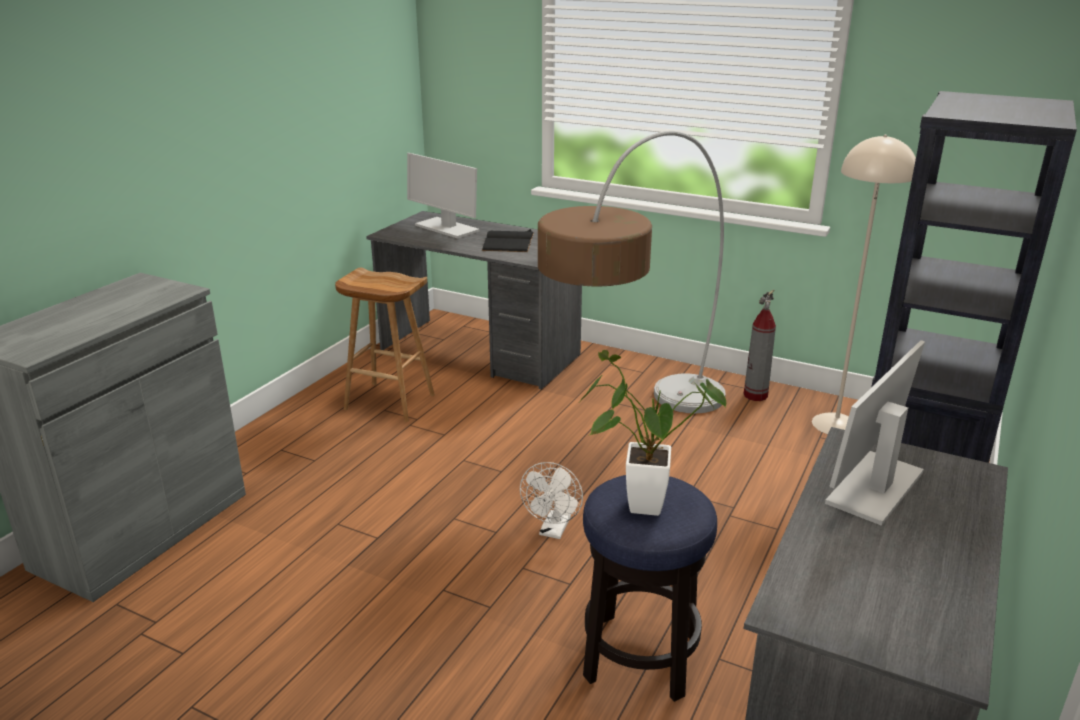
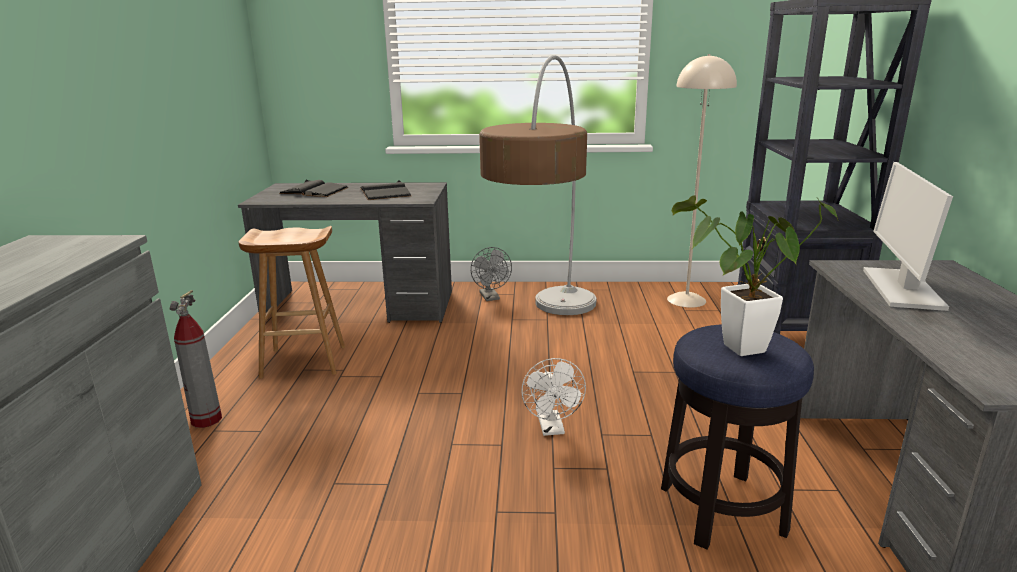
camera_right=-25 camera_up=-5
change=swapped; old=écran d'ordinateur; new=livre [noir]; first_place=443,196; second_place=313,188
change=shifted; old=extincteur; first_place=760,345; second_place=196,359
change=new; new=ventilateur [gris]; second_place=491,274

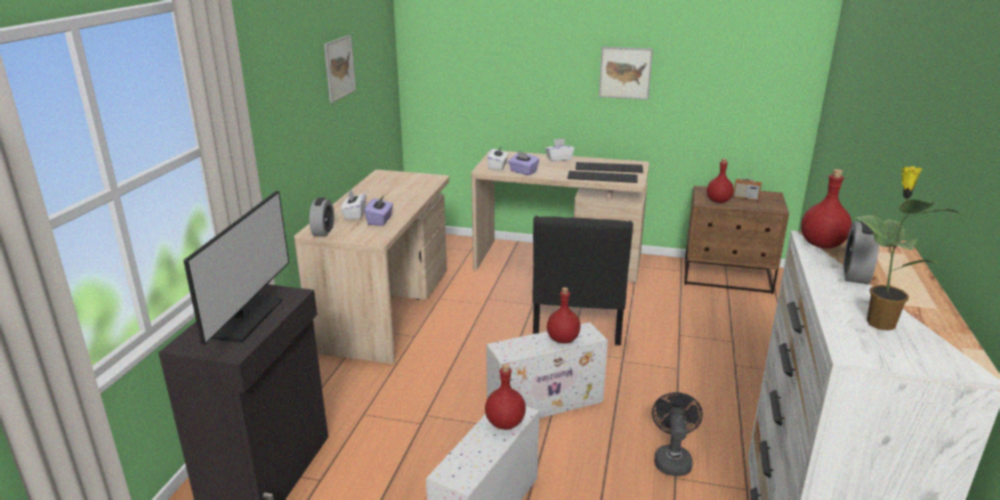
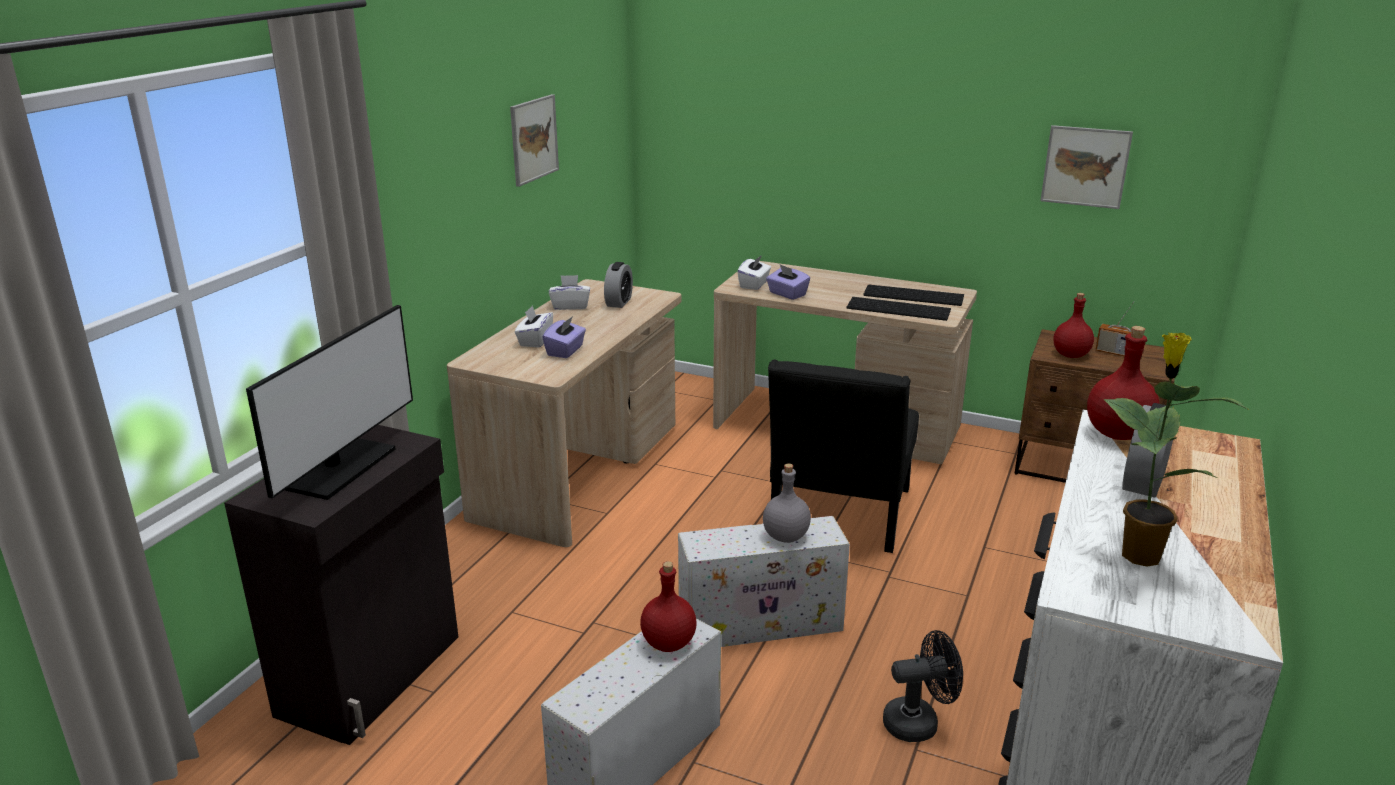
camera_right=10 camera_up=0
change=shifted; old=tableau; first_place=626,73; second_place=1086,167
change=shifted; old=boîte à mouchoirs [blanc]; first_place=560,150; second_place=569,292
change=shifted; old=réveil; first_place=321,216; second_place=618,285
change=repainted; old=bouteille [rouge]; new=bouteille [gris]; first_place=564,315; second_place=787,503
change=rotated; old=ventilateur [noir]; first_place=677,434; second_place=923,686; degrees=60

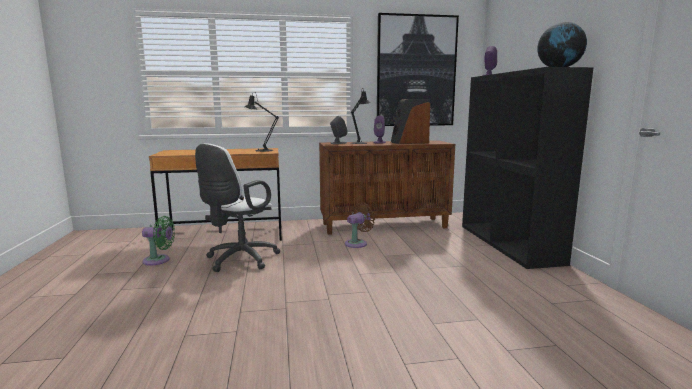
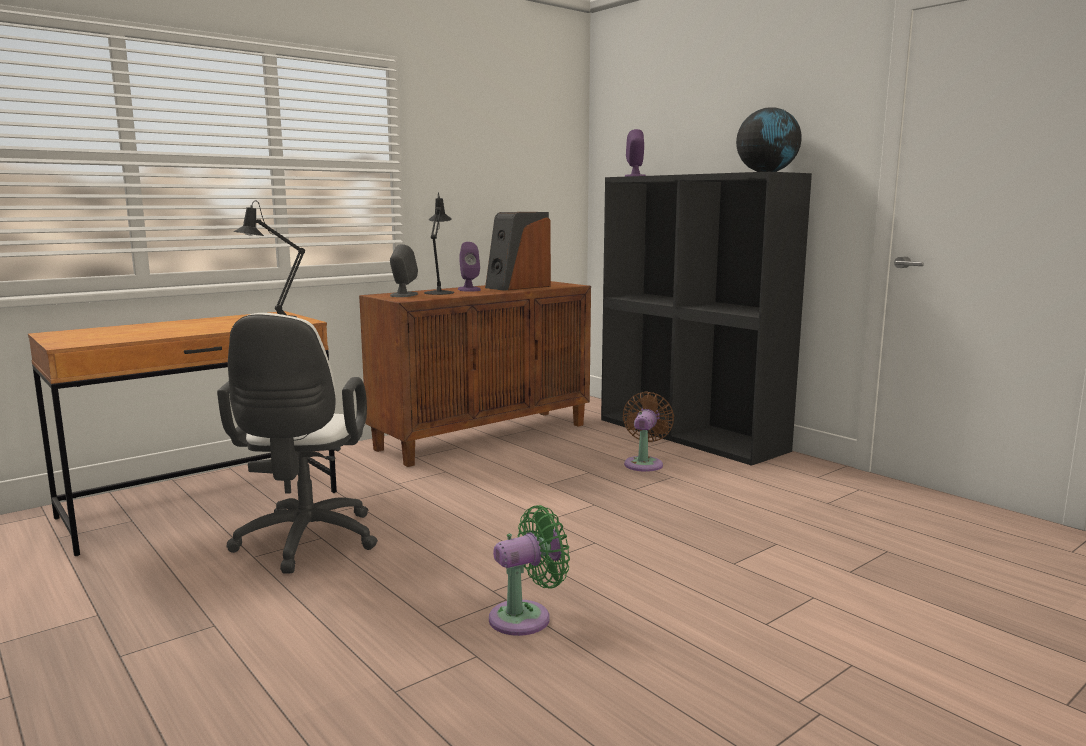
camera_right=-30 camera_up=0
change=gone; old=tableau; first_place=418,69
change=shifted; old=ventilateur [marron]; first_place=360,225; second_place=648,432
change=shifted; old=ventilateur [vert]; first_place=158,241; second_place=529,570

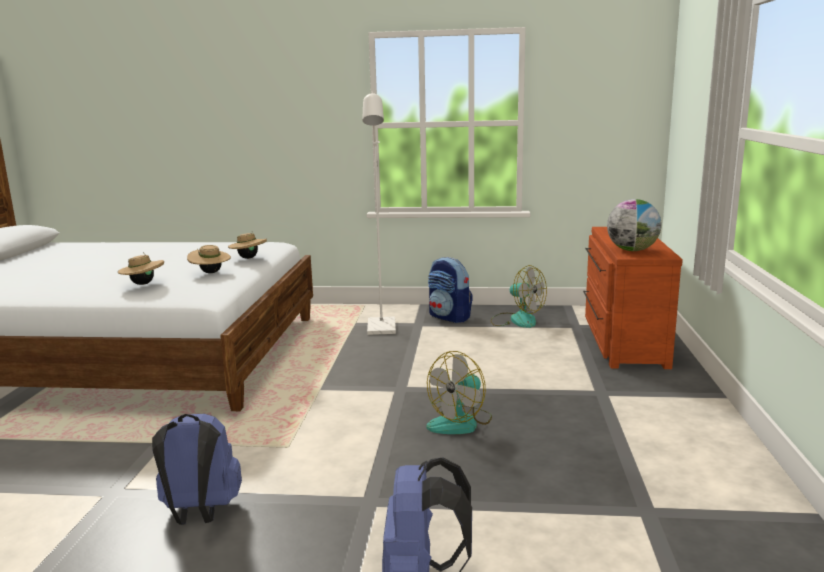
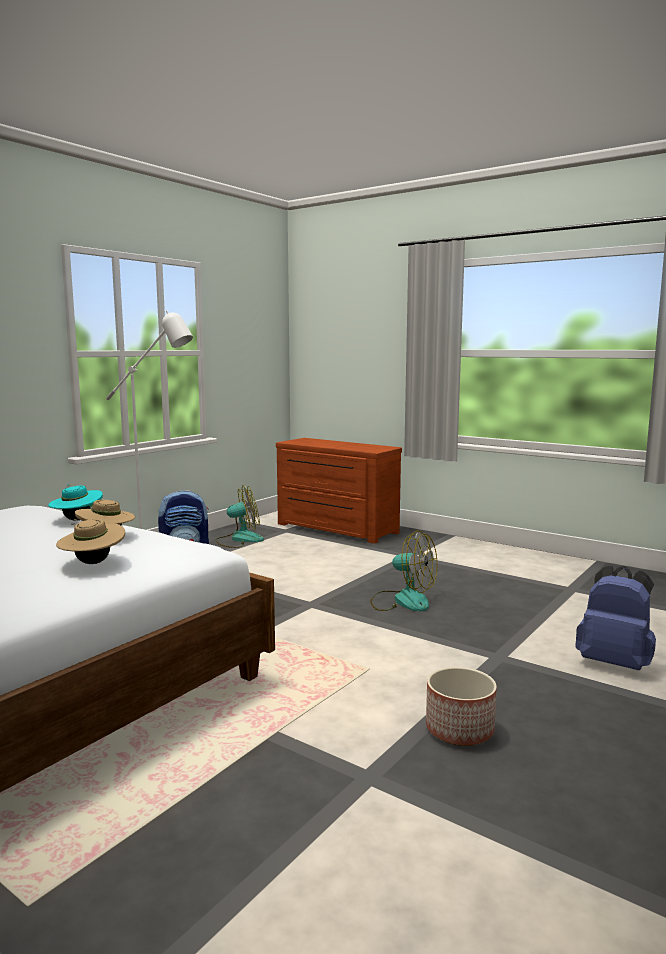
camera_right=-60 camera_up=-5
change=gone; old=globe; first_place=634,225
change=repainted; old=chapeau [beige]; new=chapeau [turquoise]; first_place=247,246; second_place=75,502
change=rotated; old=ventilateur; first_place=459,392; second_place=403,571; degrees=-45
change=swapped; old=sac à dos [bleu]; new=cache-pot; first_place=197,469; second_place=461,706

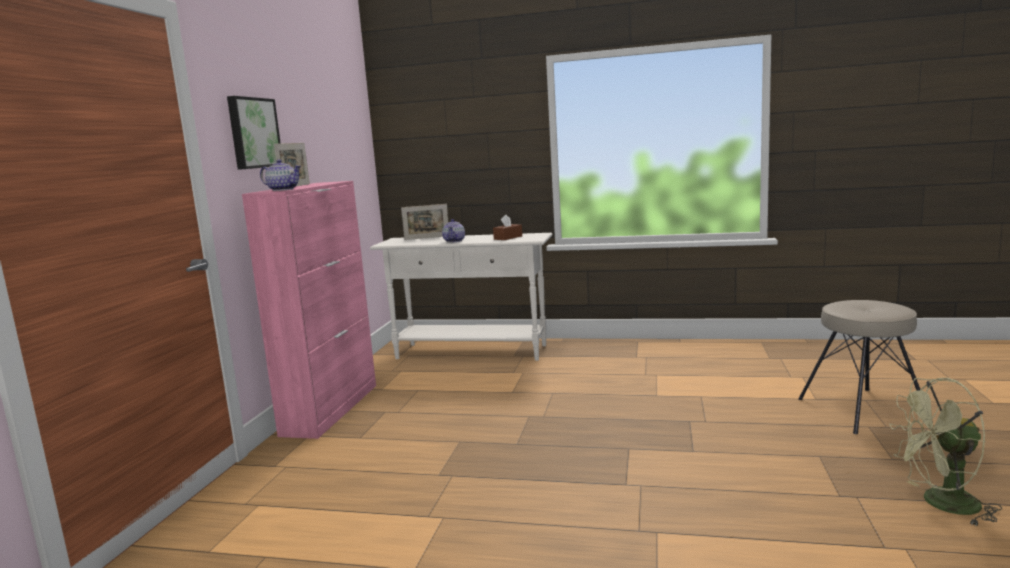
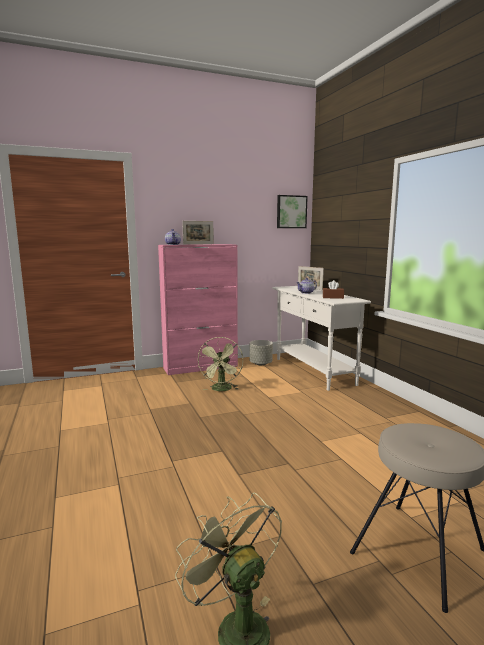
camera_right=55 camera_up=0
change=shifted; old=tableau; first_place=254,133; second_place=292,211
change=new; new=ventilateur [vert]; second_place=220,364
change=new; new=cache-pot [gris]; second_place=261,352

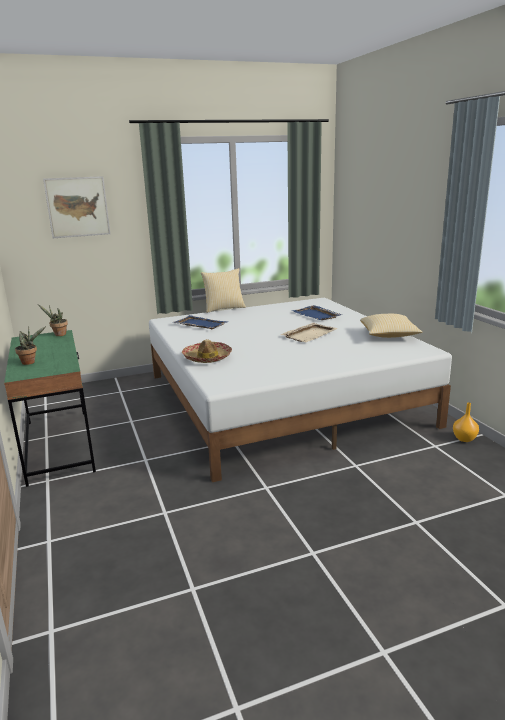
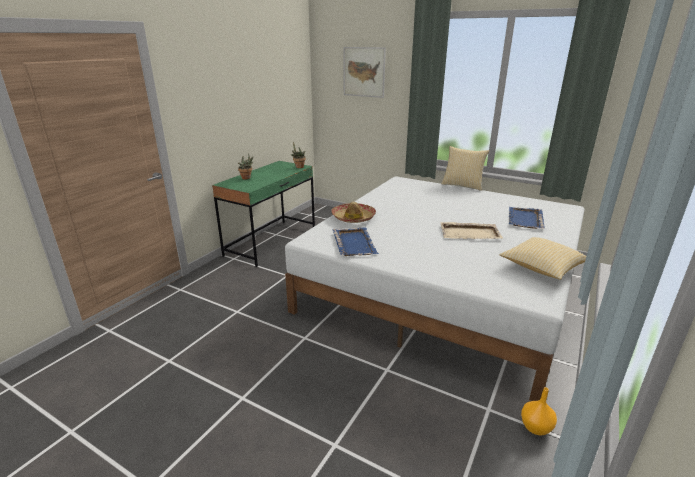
camera_right=50 camera_up=5
change=shifted; old=plateau [bleu]; first_place=201,322; second_place=355,241

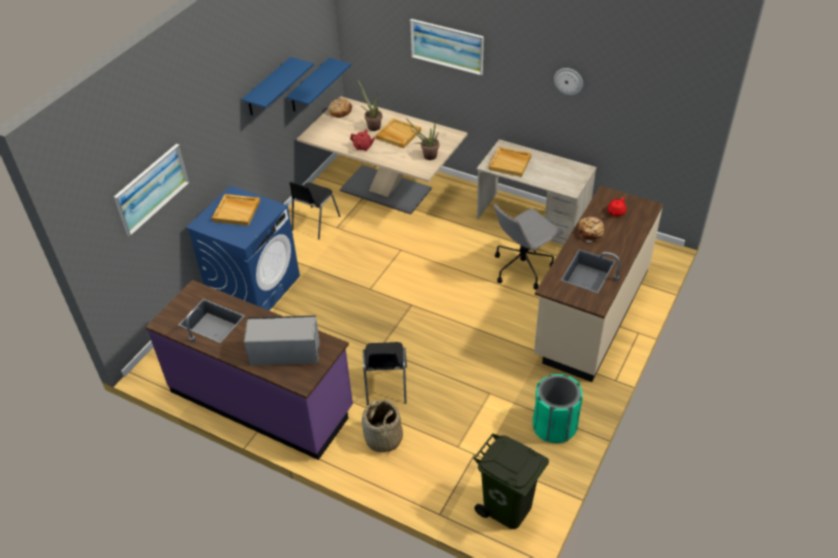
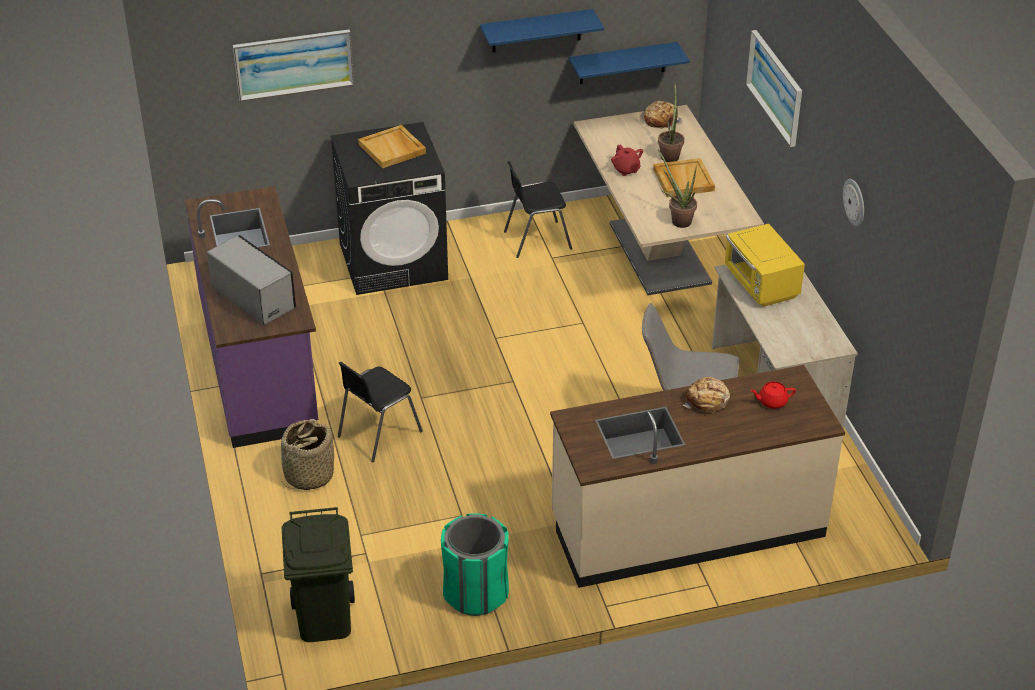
camera_right=45 camera_up=-5
change=swapped; old=plateau [beige]; new=micro-ondes [jaune]; first_place=510,162; second_place=764,265
change=repainted; old=lave-linge [bleu]; new=lave-linge [noir]; first_place=243,248; second_place=389,208

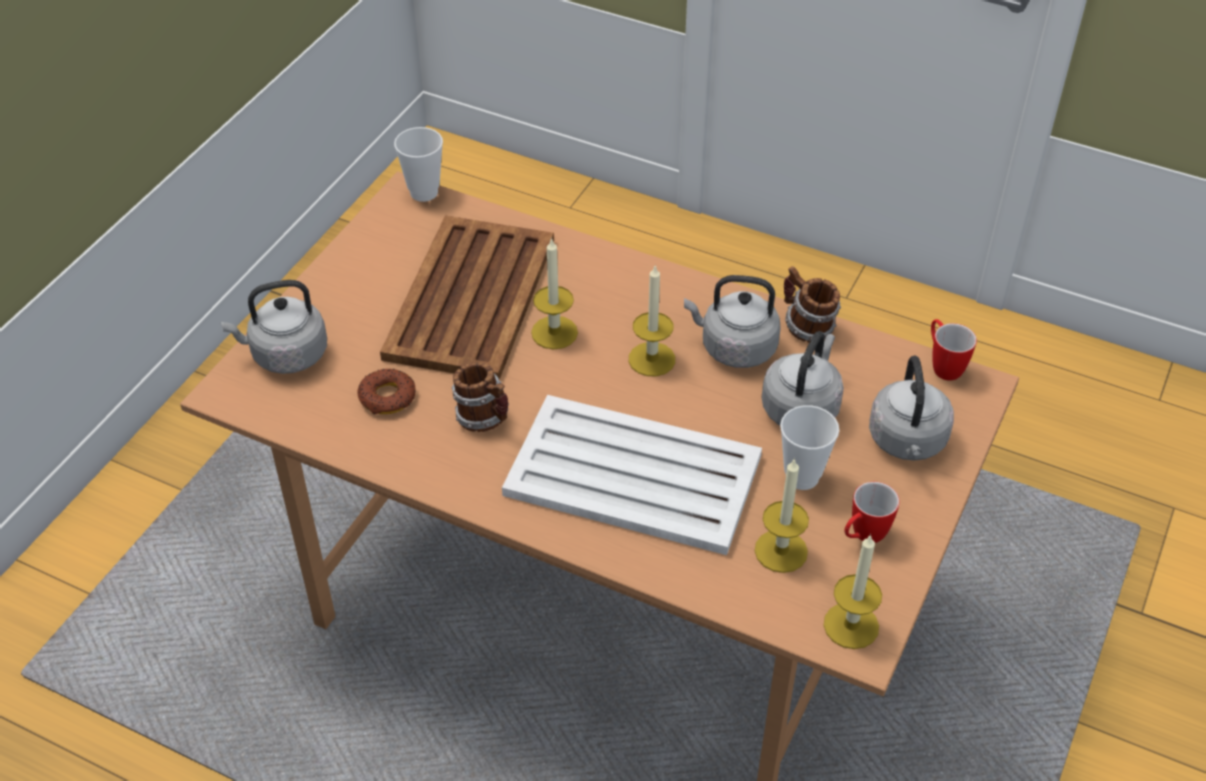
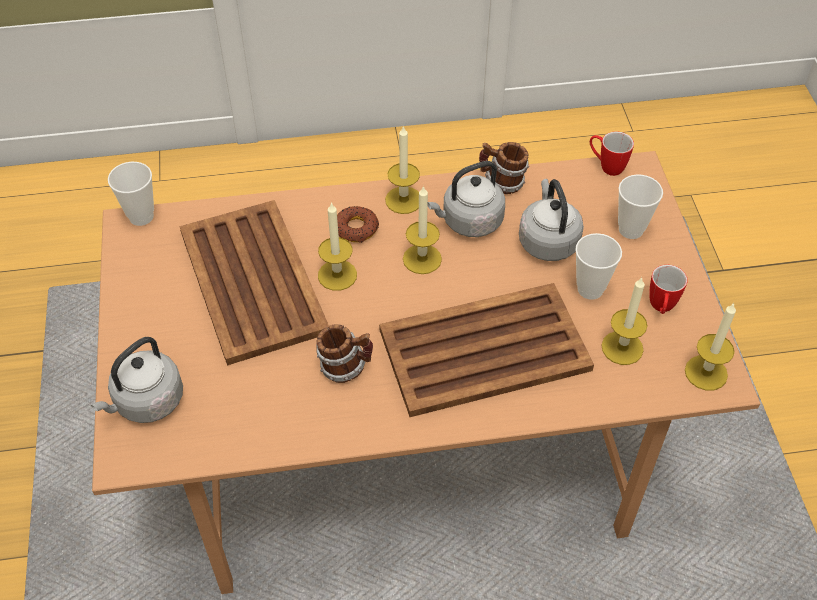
camera_right=-35 camera_up=5
change=swapped; old=bouilloire [gris]; new=tasse; first_place=911,408; second_place=640,206
change=shifted; old=beignet; first_place=387,391; second_place=358,224
change=repainted; old=plateau [blanc]; new=plateau [marron]; first_place=632,475; second_place=486,350
change=new; new=bougie; second_place=402,169

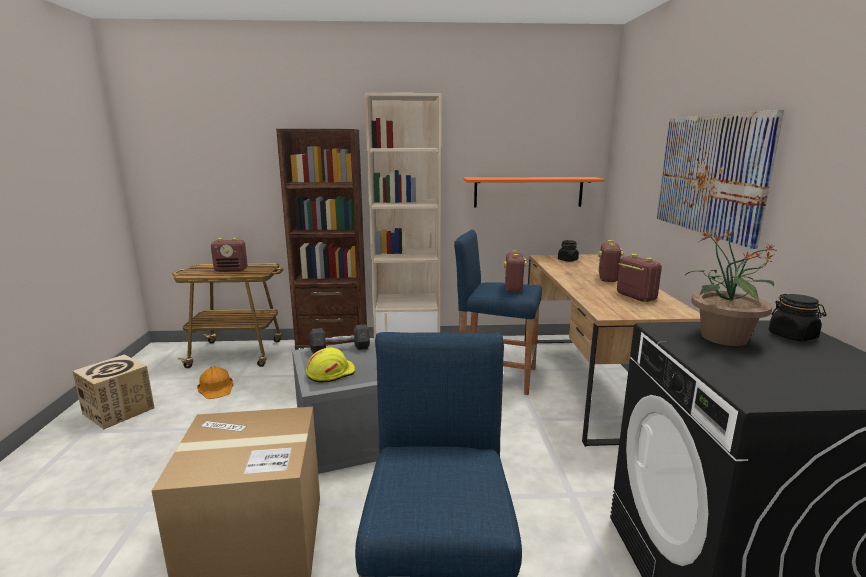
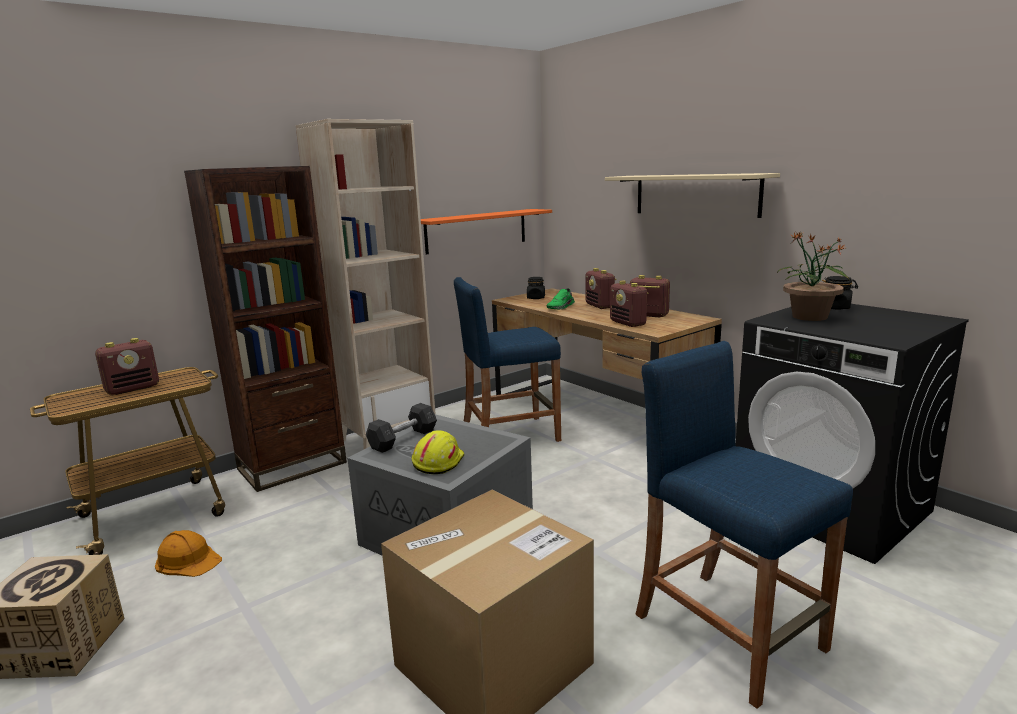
camera_right=-35 camera_up=0
change=swapped; old=tableau; new=étagère [beige]; first_place=720,179; second_place=692,195
change=shifted; old=radio; first_place=515,271; second_place=629,303
change=new; new=chaussure [vert]; second_place=561,298

